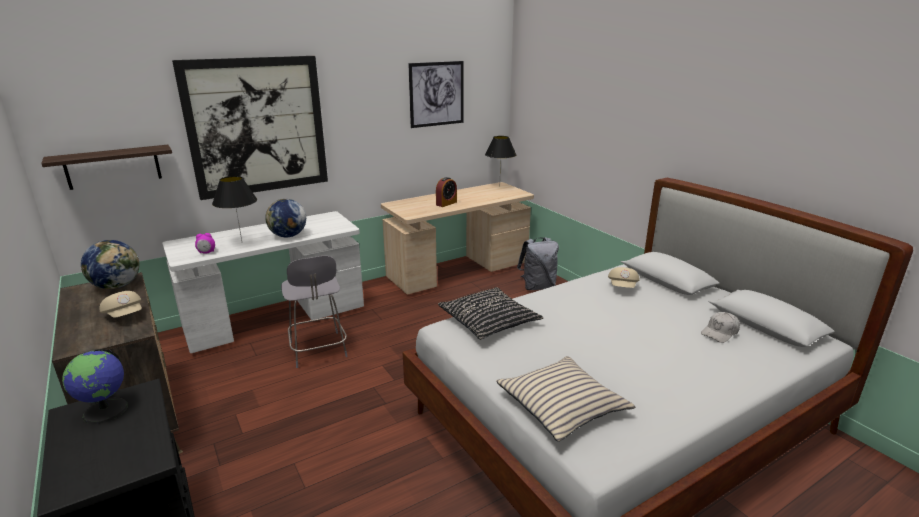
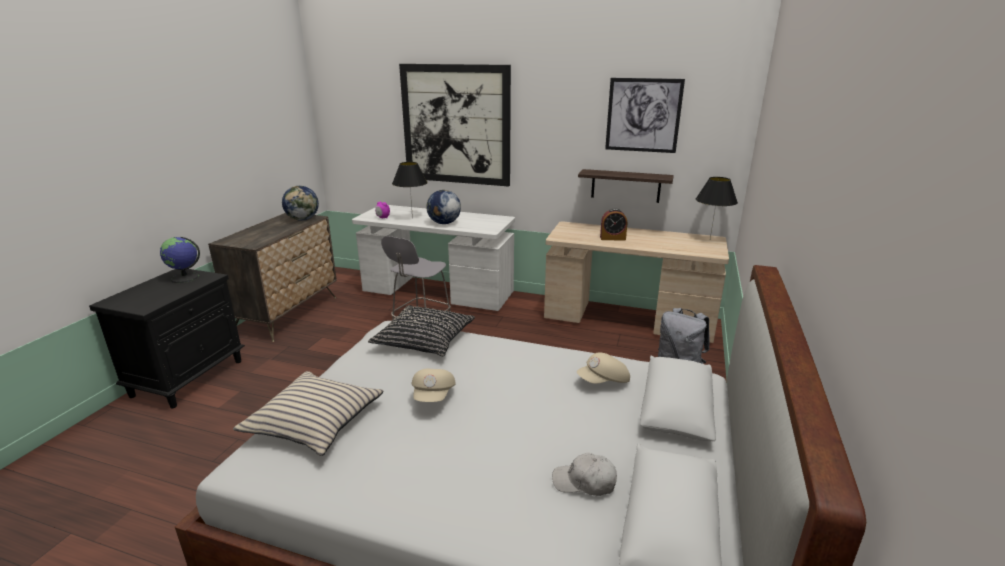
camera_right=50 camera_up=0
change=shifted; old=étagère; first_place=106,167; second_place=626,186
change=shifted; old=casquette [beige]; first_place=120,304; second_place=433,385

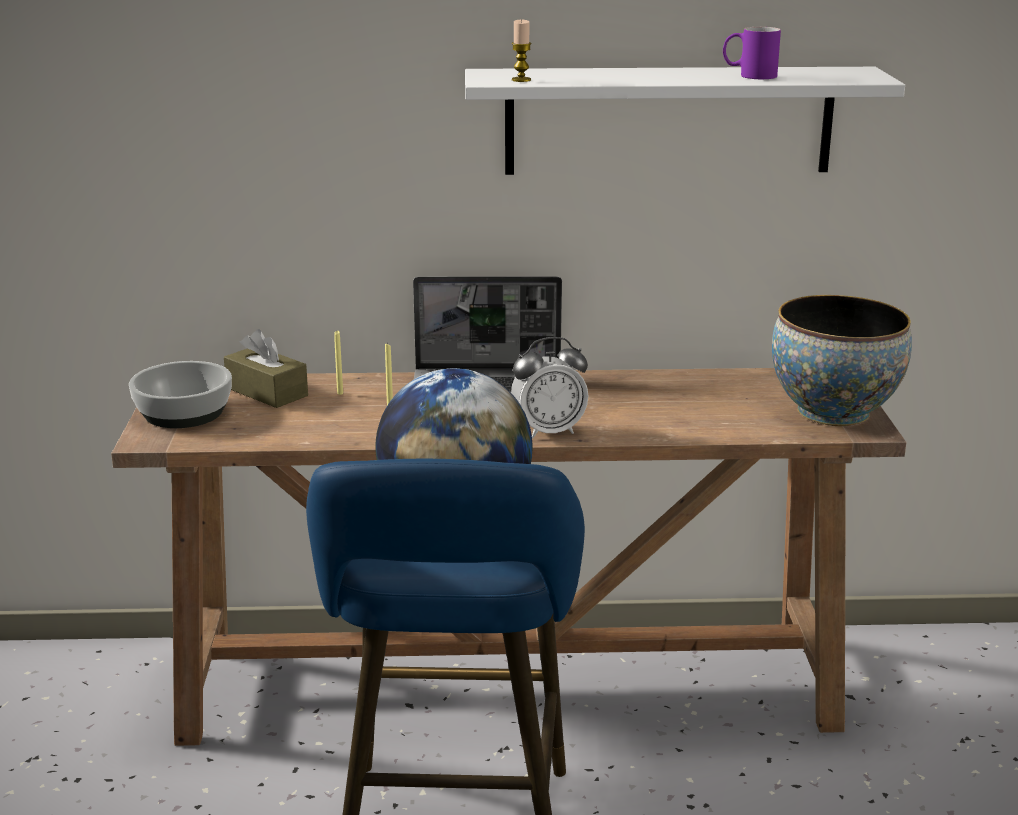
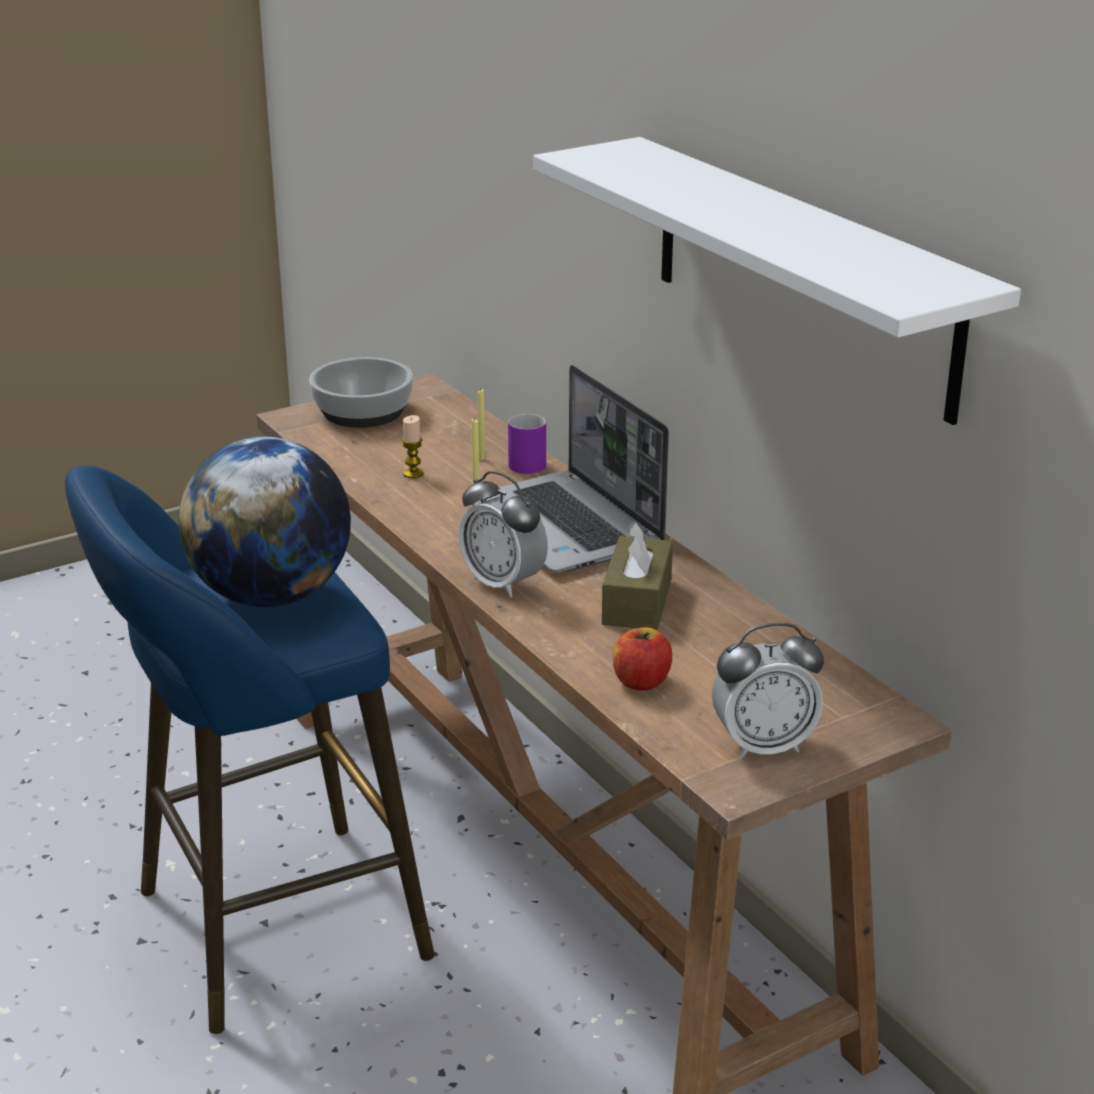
camera_right=60 camera_up=5
change=shifted; old=bougie; first_place=521,51; second_place=413,446
change=shifted; old=mug [violet]; first_place=752,53; second_place=527,444
change=swapped; old=bol; new=réveil; first_place=842,360; second_place=768,691
change=shifted; old=boîte à mouchoirs [marron]; first_place=266,368; second_place=637,575
change=new; new=pomme; second_place=642,658

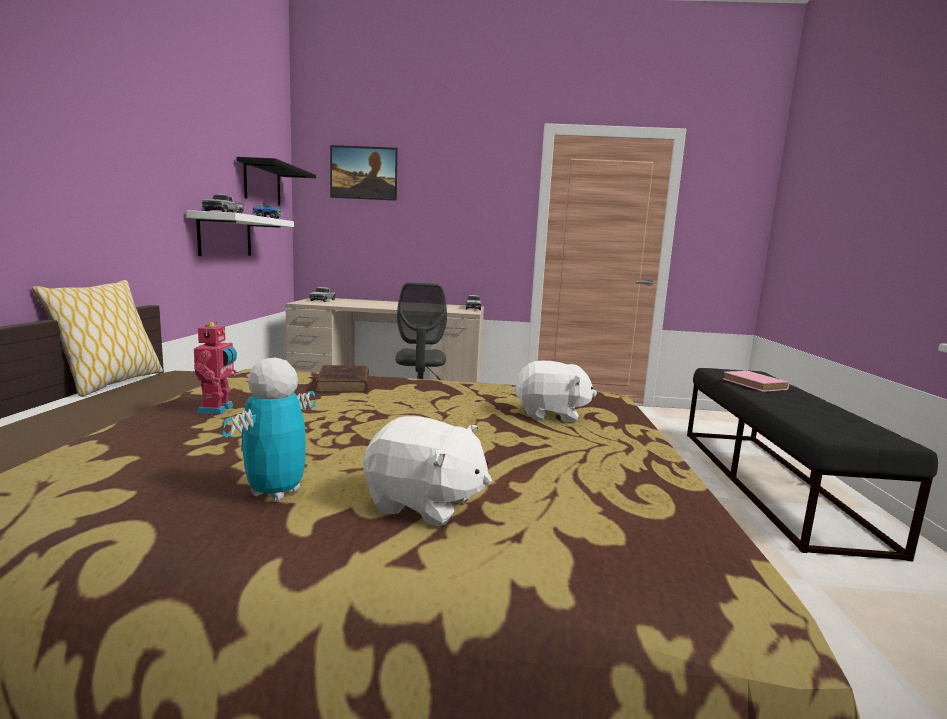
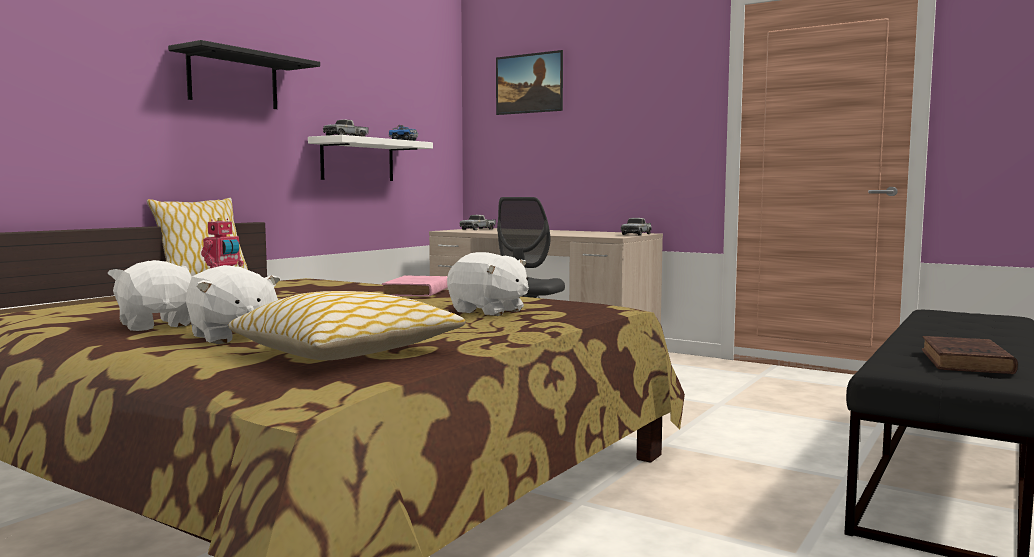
camera_right=30 camera_up=-5
change=shifted; old=étagère [noir]; first_place=276,181; second_place=244,74
change=swapped; old=robot jouet; new=peluche [blanc]; first_place=269,429; second_place=150,295
change=shifted; old=livre [marron]; first_place=342,379; second_place=970,355
change=shifted; old=livre [rose]; first_place=756,381; second_place=415,286
change=new; new=coussin; second_place=346,325

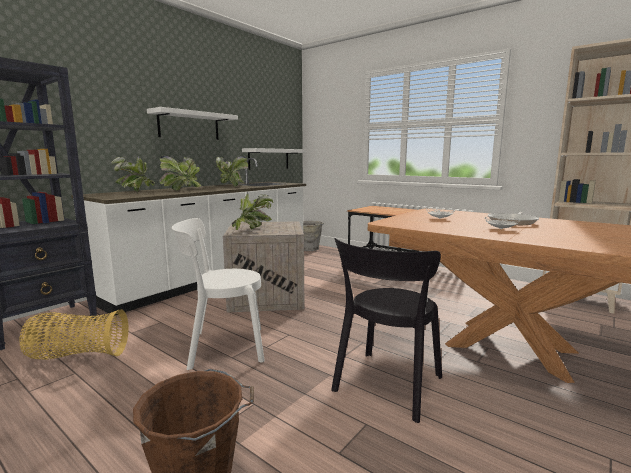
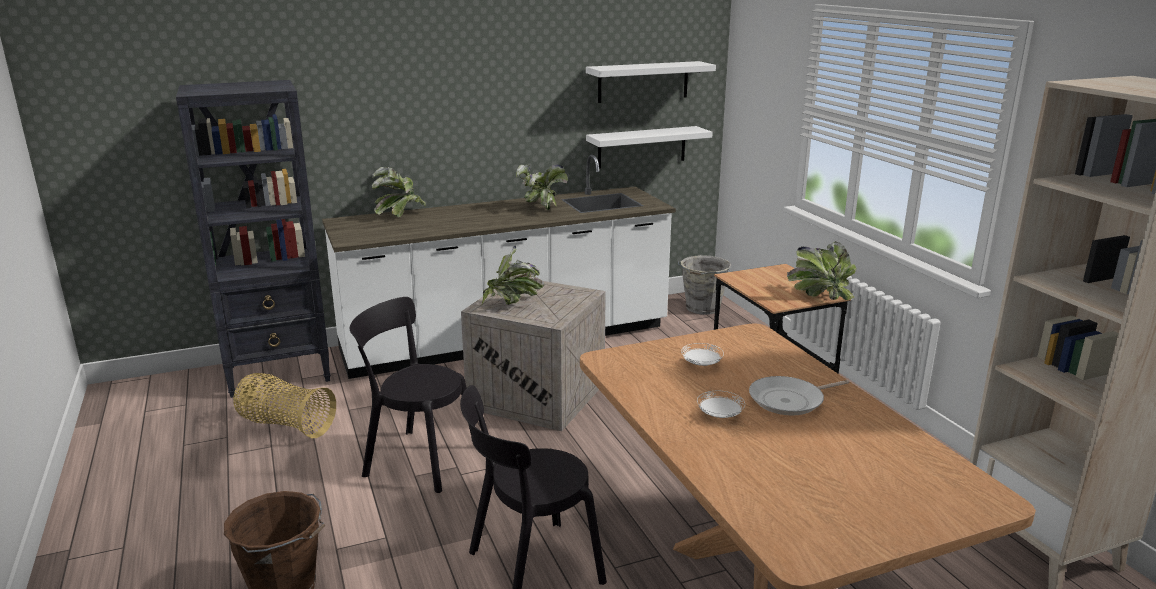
camera_right=30 camera_up=10
change=shifted; old=étagère [blanc]; first_place=192,123; second_place=651,82
change=shifted; old=plante en pot; first_place=180,173; second_place=821,270
change=repainted; old=chaise [blanc]; new=chaise [noir]; first_place=218,294; second_place=410,395

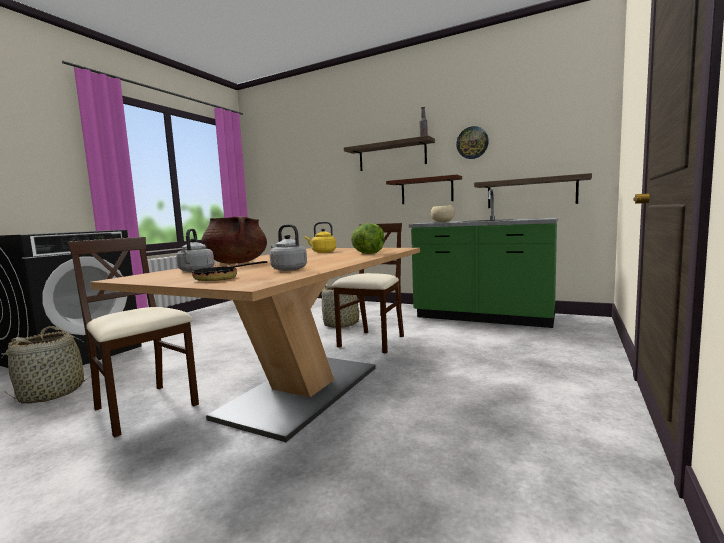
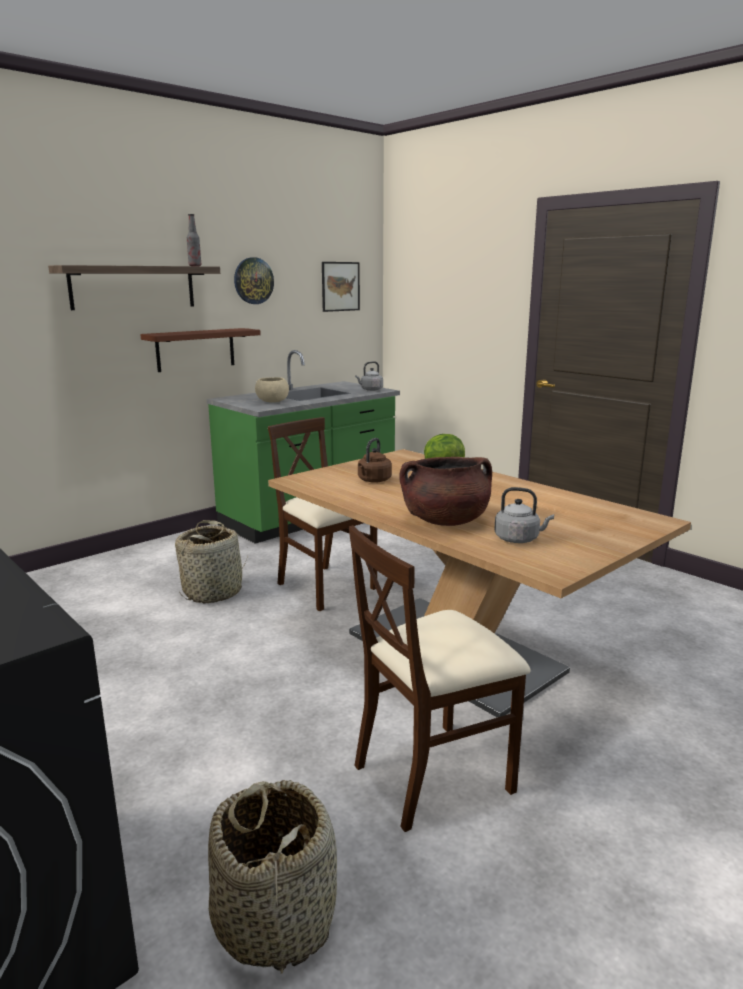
camera_right=-70 camera_up=10
change=gone; old=étagère; first_place=533,190
change=repainted; old=bouilloire [jaune]; new=bouilloire [marron]; first_place=320,237; second_place=375,460
change=shifted; old=bouilloire [gris]; first_place=288,247; second_place=369,376
change=gone; old=poêle; first_place=229,271
change=new; new=tableau; second_place=341,287

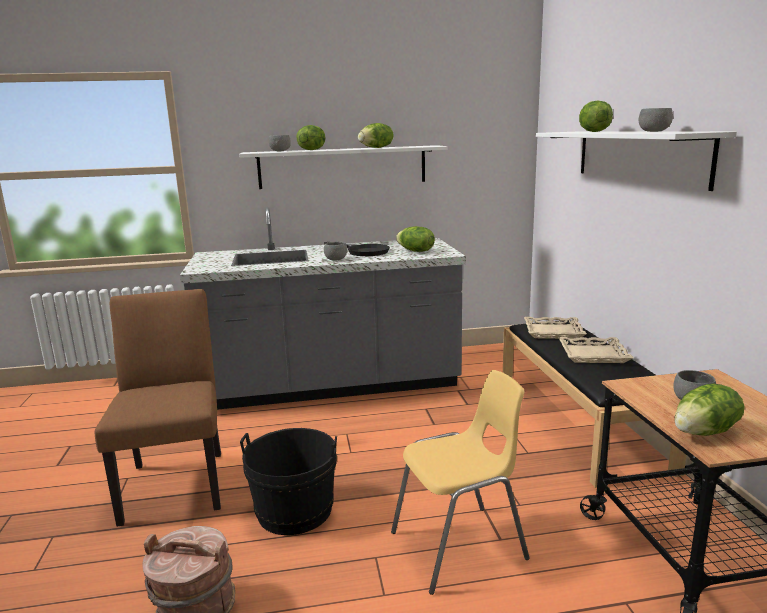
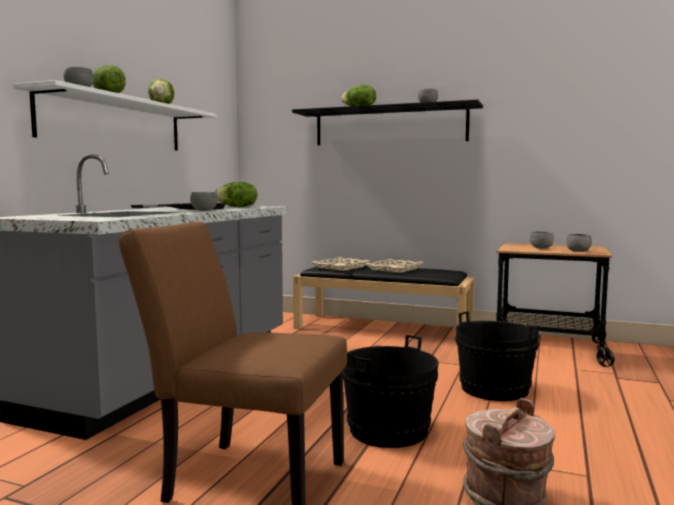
camera_right=-60 camera_up=-10
change=repainted; old=étagère [blanc]; new=étagère [noir]; first_place=636,161; second_place=387,122
change=swapped; old=chaise [jaune]; new=seau [noir]; first_place=460,482; second_place=497,356
change=swapped; old=laitue; new=bol [gris]; first_place=709,410; second_place=579,243

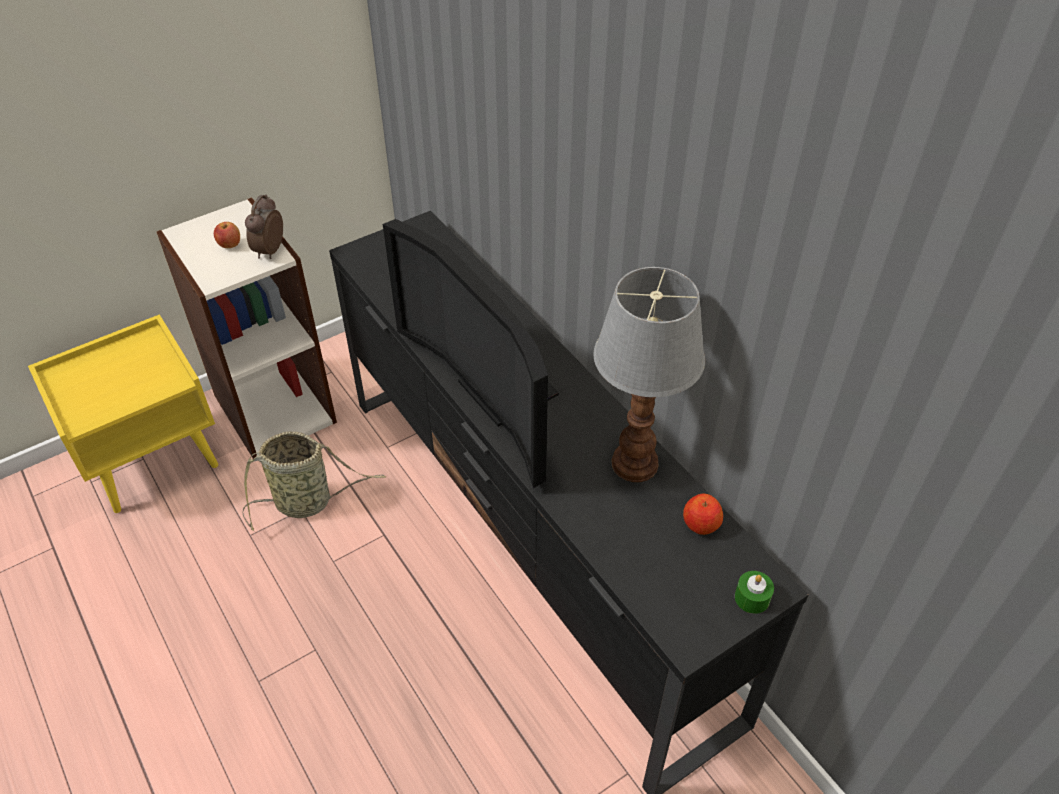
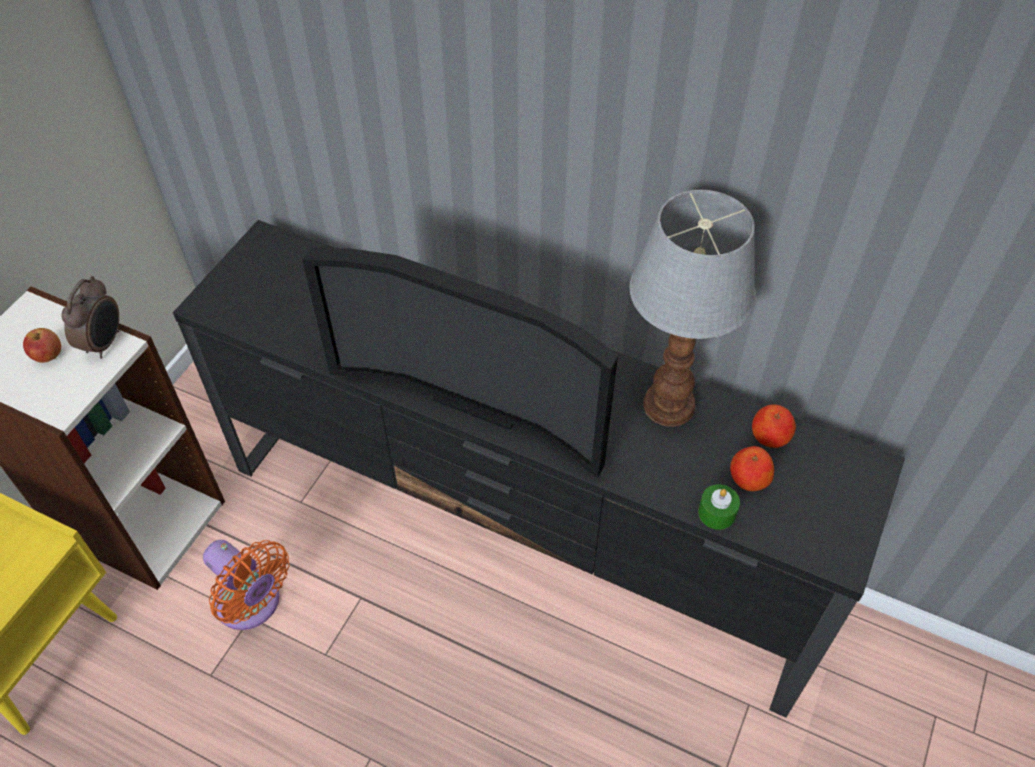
camera_right=-30 camera_up=5
change=rotated; old=réveil; first_place=264,226; second_place=90,317; degrees=-150
change=swapped; old=panier; new=ventilateur [orange]; first_place=314,481; second_place=246,585
change=shifted; old=bougie [vert]; first_place=754,592; second_place=719,507
change=new; new=pomme; second_place=752,468

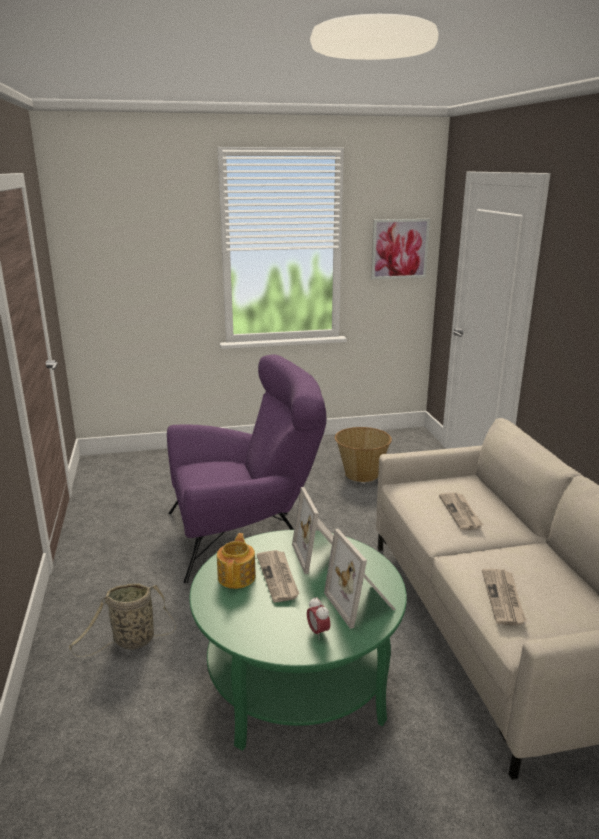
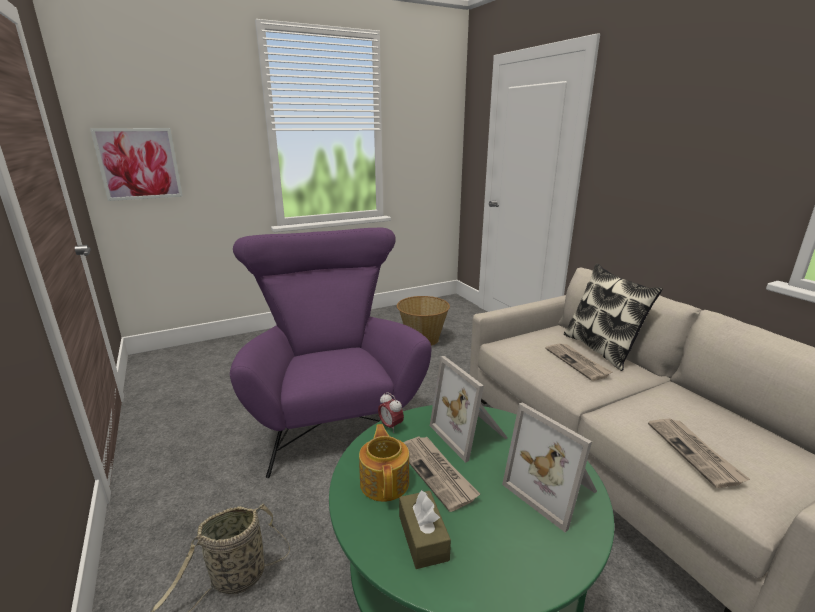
camera_right=-15 camera_up=0
change=shifted; old=tableau; first_place=400,249; second_place=136,164
change=rotated; old=fauteuil [violet]; first_place=246,469; second_place=330,352; degrees=-75
change=shifted; old=réveil; first_place=318,617; second_place=391,412
change=new; new=coussin; second_place=613,317
change=new; new=boîte à mouchoirs [marron]; second_place=425,529

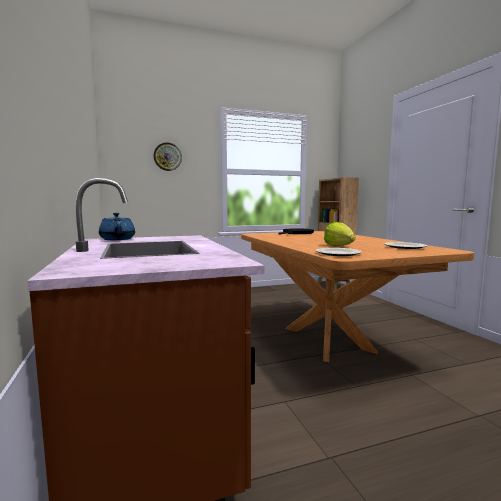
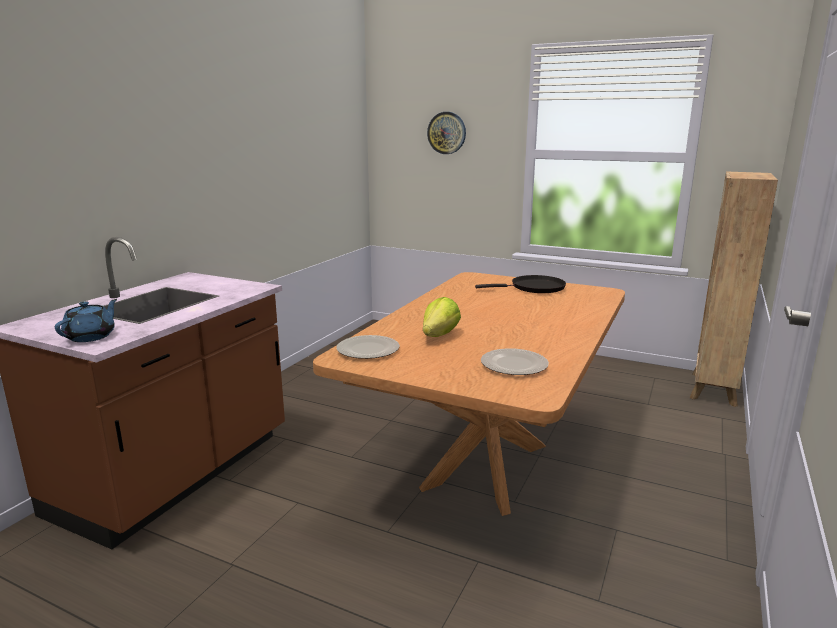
camera_right=45 camera_up=10
change=shifted; old=théière [bleu]; first_place=117,226; second_place=86,320

